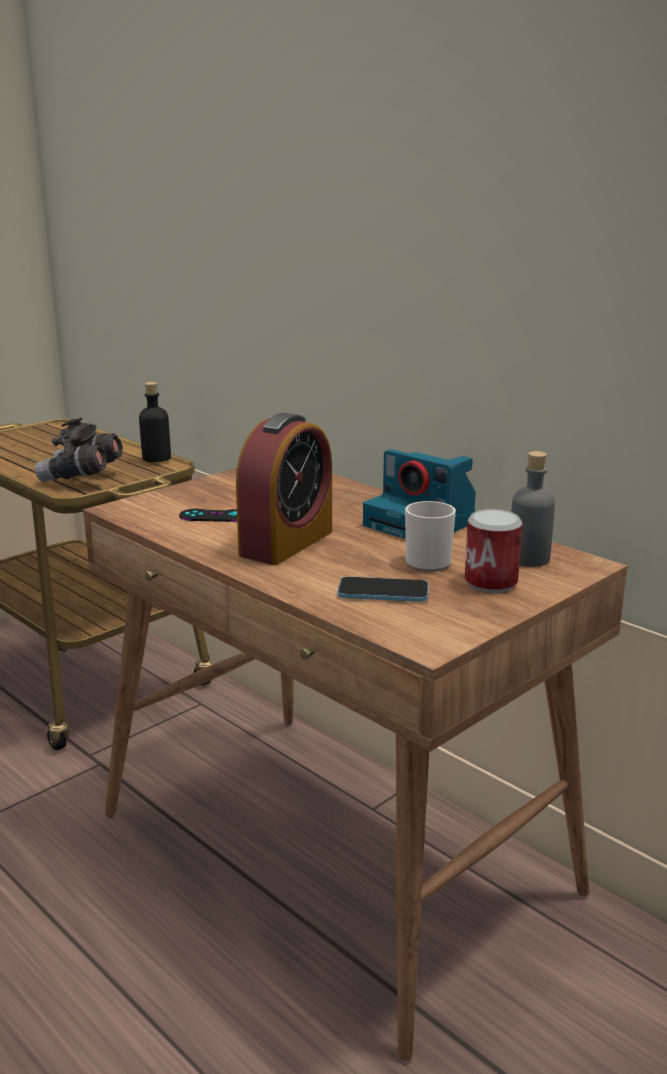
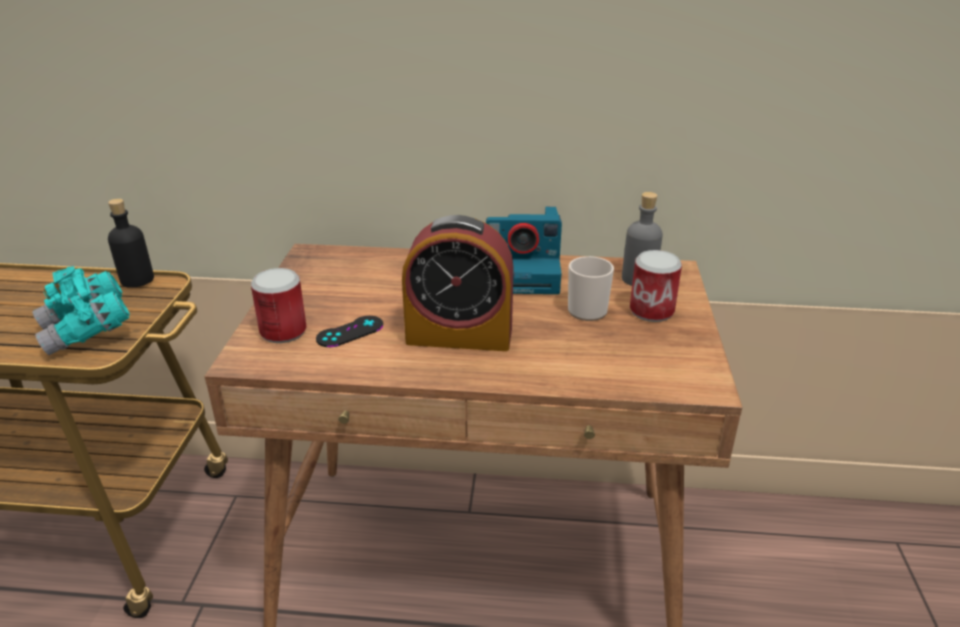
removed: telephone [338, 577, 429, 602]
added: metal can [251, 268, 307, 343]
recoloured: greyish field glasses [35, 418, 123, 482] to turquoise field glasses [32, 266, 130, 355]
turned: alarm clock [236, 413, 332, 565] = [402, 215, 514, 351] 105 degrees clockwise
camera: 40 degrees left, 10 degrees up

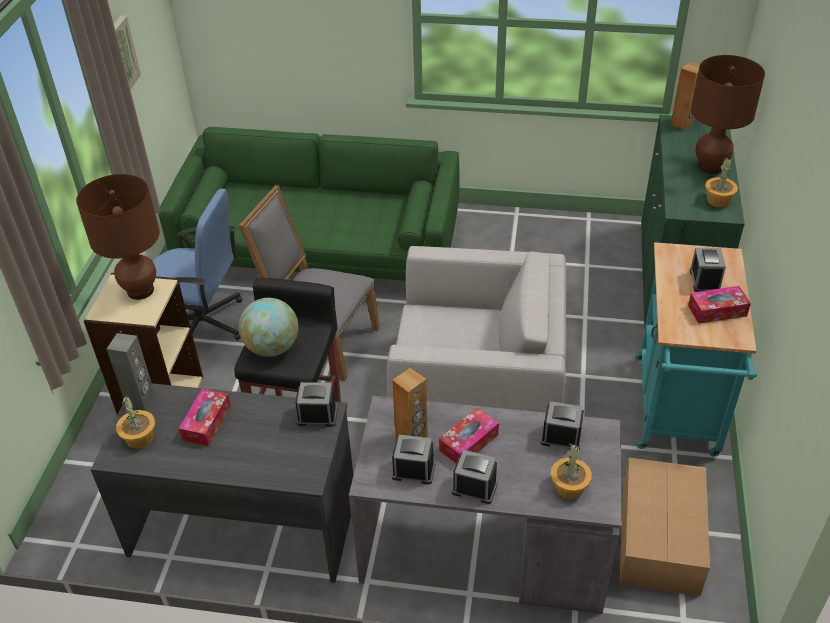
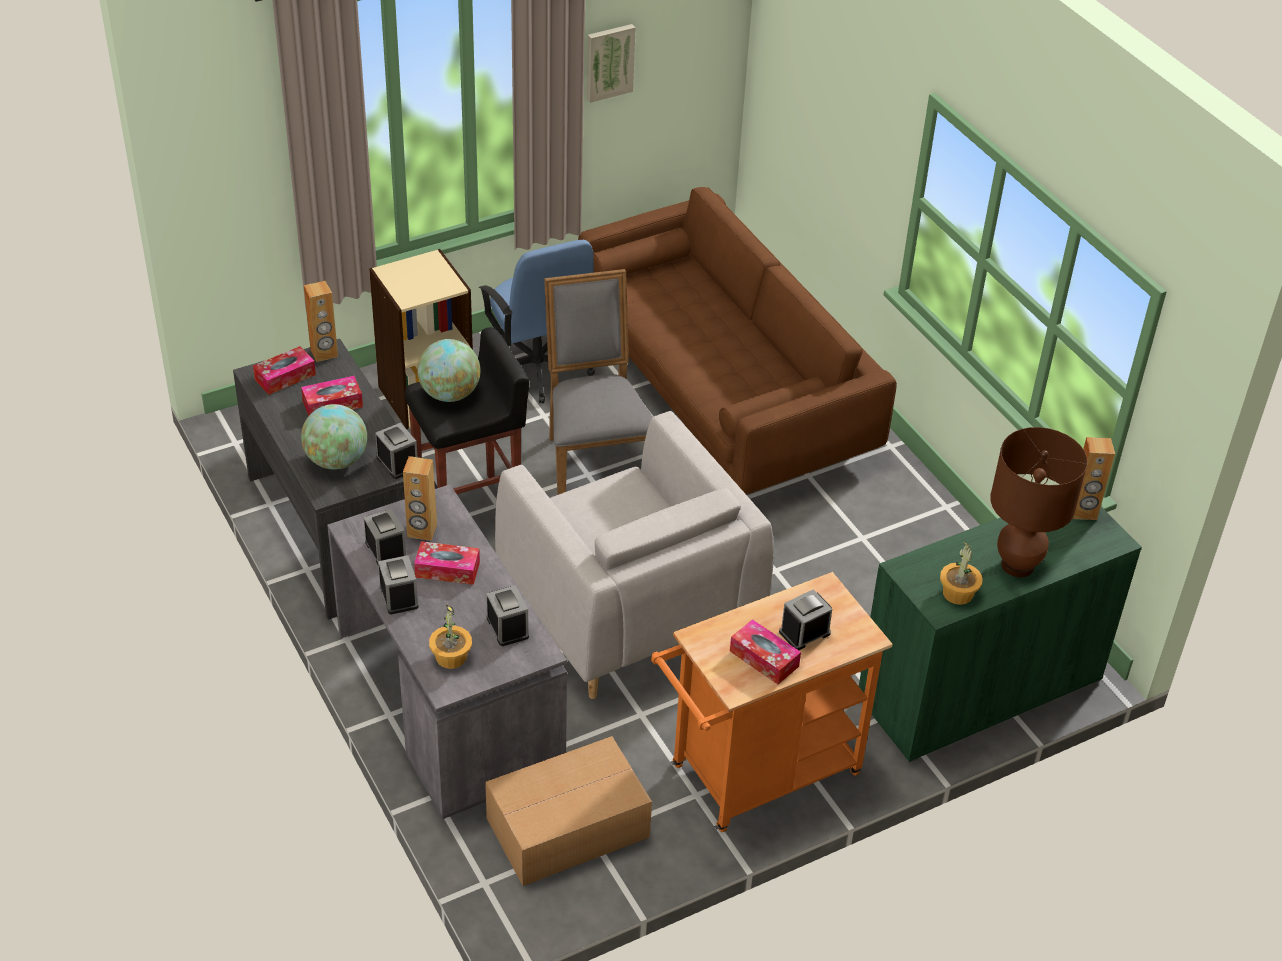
removed: brown tabletop lamp [76, 174, 160, 300]
added: globe [301, 404, 367, 470]
replaced: plant in a pot [116, 395, 155, 449] to tissue box [253, 346, 316, 395]
recoloured: greyish loudspeaker [107, 333, 155, 409] to brown loudspeaker [304, 281, 338, 362]; greenish sofa [158, 127, 459, 281] to brown sofa [578, 187, 897, 494]; turquoise cart [635, 242, 757, 456] to orangey cart [651, 572, 893, 832]
camera: 50 degrees right, 0 degrees up

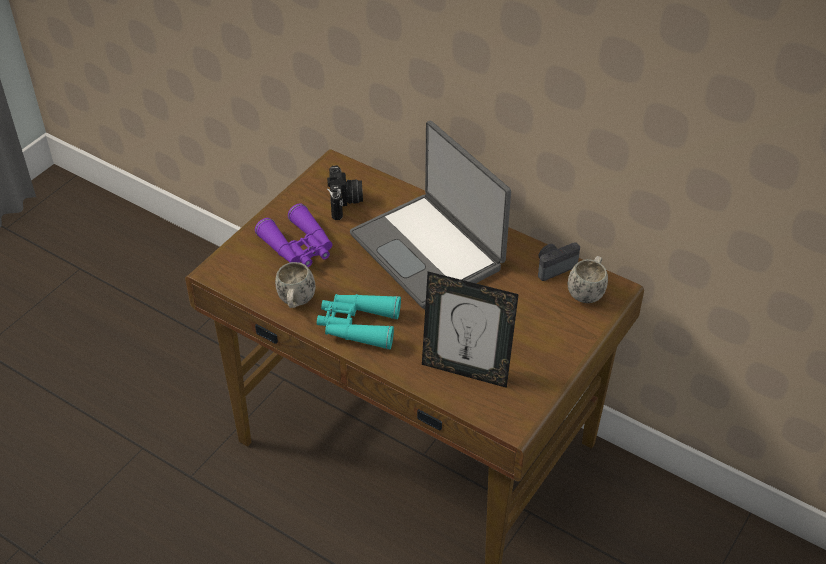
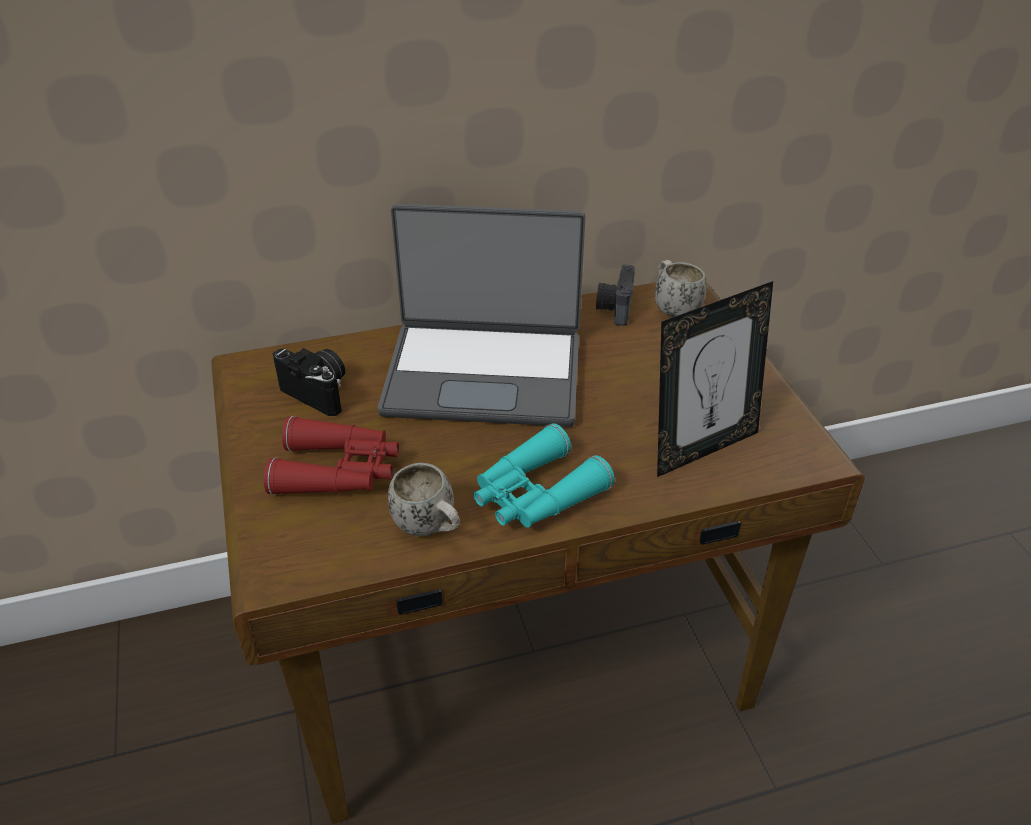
recoloured: purple-coloured field glasses [255, 203, 333, 267] to reddish field glasses [264, 416, 399, 495]
camera: 50 degrees left, 5 degrees down

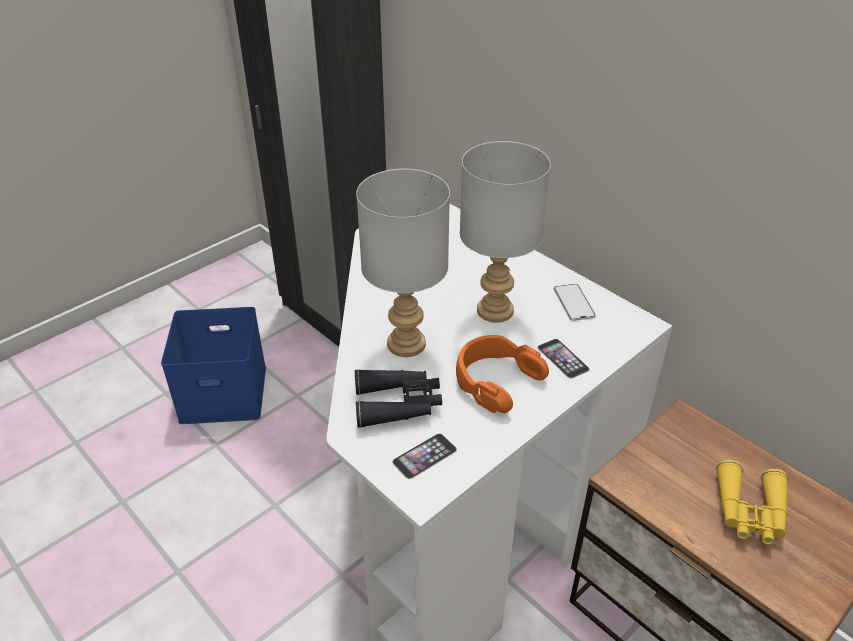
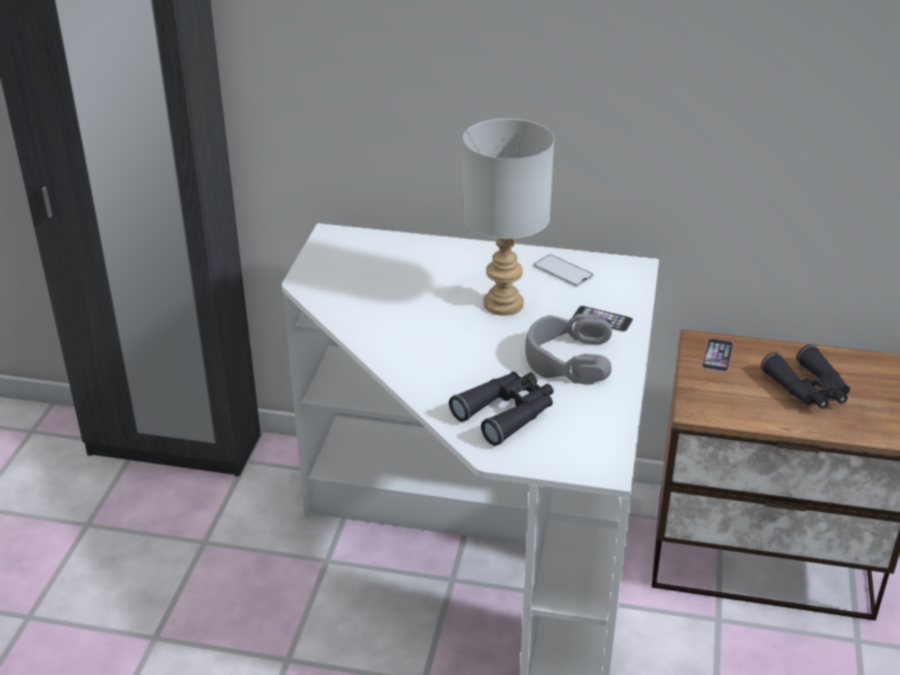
removed: blue storage bin [161, 307, 266, 424]; greyish tabletop lamp [356, 169, 450, 357]
moved: telephone [392, 433, 457, 479] to [702, 338, 734, 372]
recoloured: orangey headset [456, 335, 549, 413] to greyish headset [525, 314, 612, 385]; yellow-coloured field glasses [716, 460, 789, 545] to black field glasses [761, 344, 850, 409]
camera: 35 degrees left, 5 degrees down

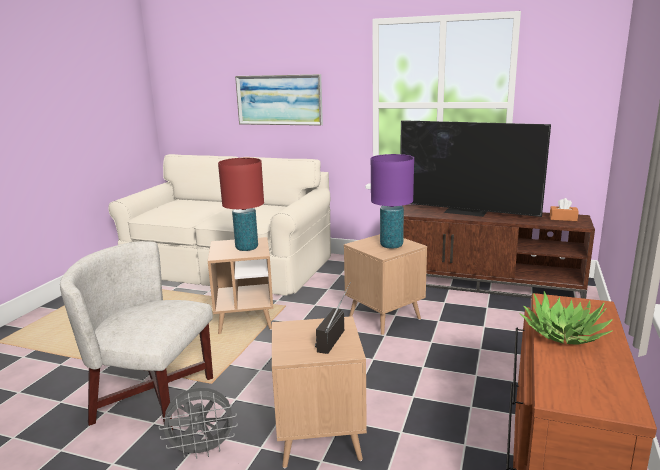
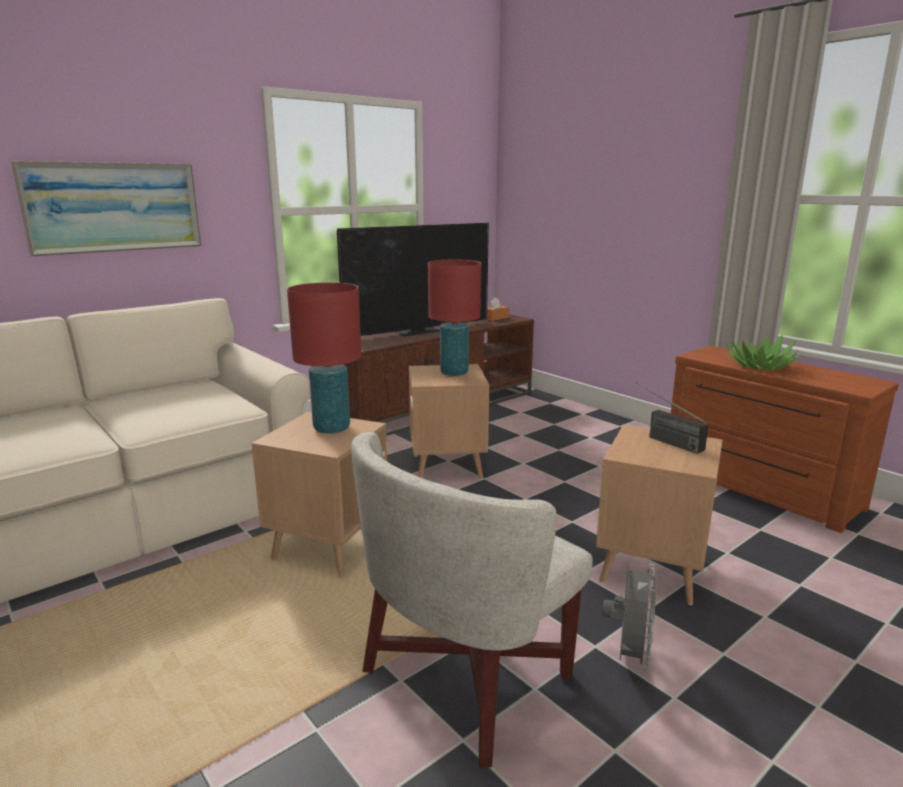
recoloured: purple-coloured tabletop lamp [371, 154, 414, 249] to reddish tabletop lamp [428, 260, 481, 376]
camera: 60 degrees left, 0 degrees up

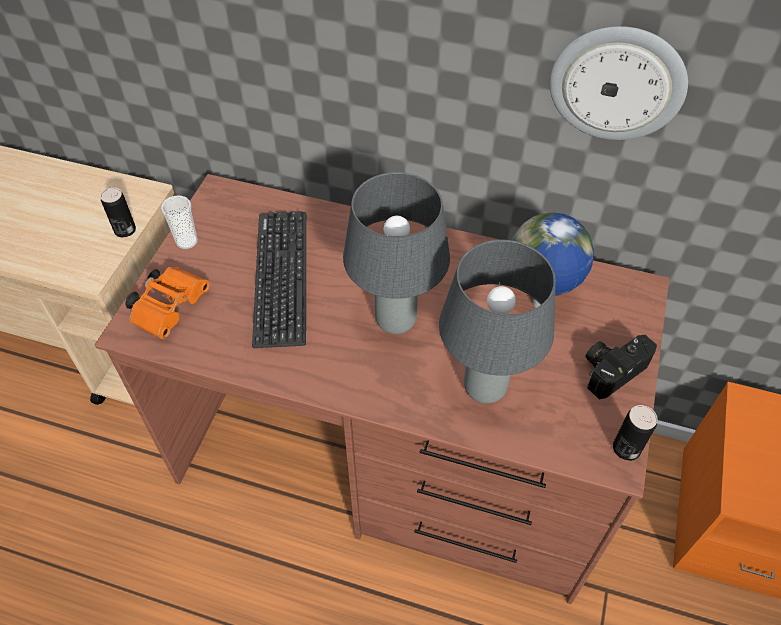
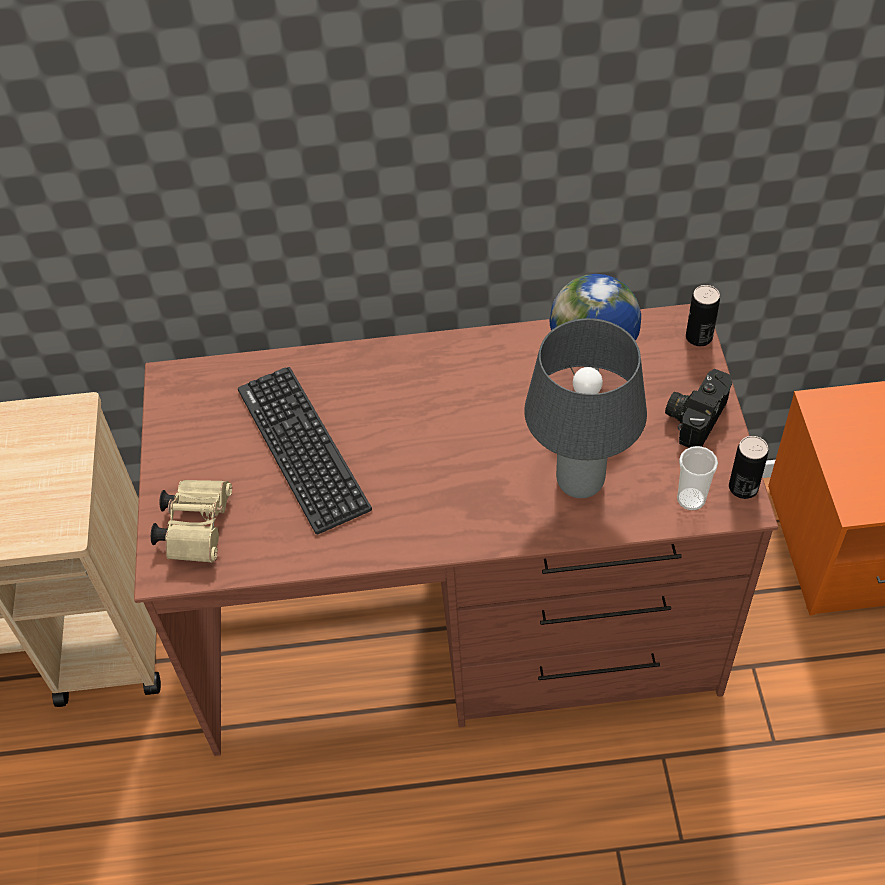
removed: greyish tabletop lamp [343, 172, 450, 334]; clock on the wall [550, 26, 688, 140]
moved: cup [161, 196, 198, 249] to [677, 446, 718, 510]; metal can [100, 187, 136, 237] to [686, 285, 720, 346]
recoloured: orangey field glasses [125, 267, 210, 339] to sand-coloured field glasses [151, 480, 232, 563]
camera: 20 degrees left, 0 degrees up

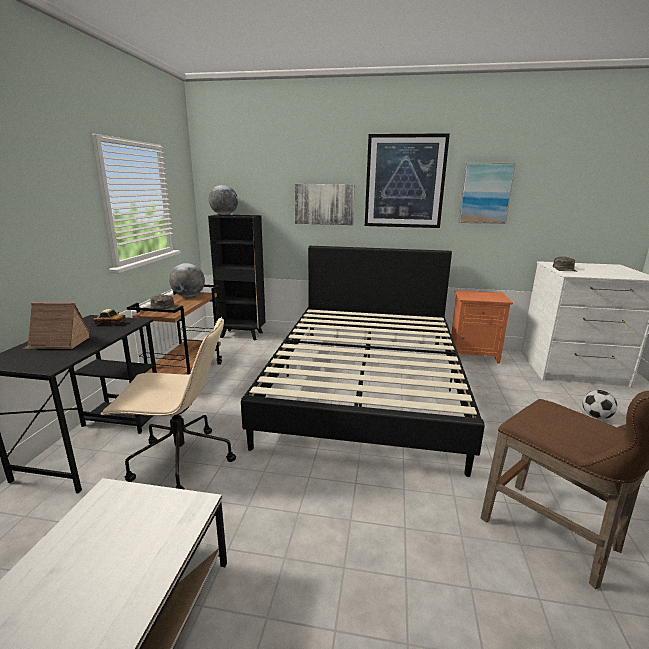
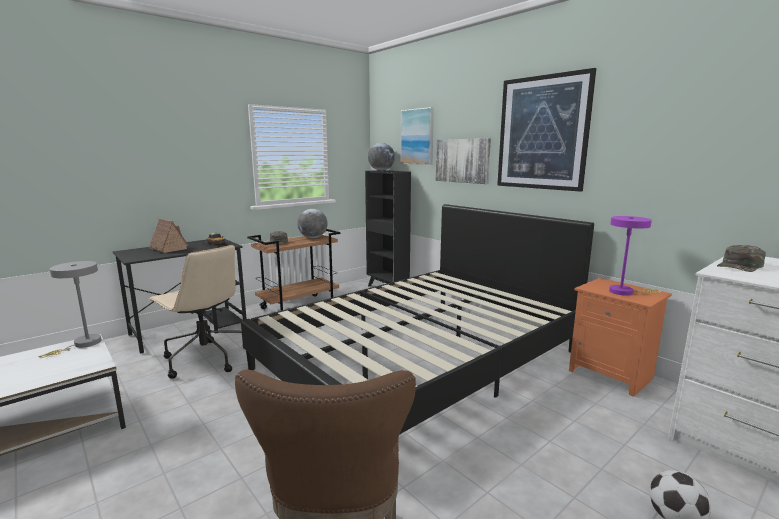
added: greyish tabletop lamp [38, 261, 102, 358]; purple-coloured tabletop lamp [609, 216, 661, 296]
moved: wall art [458, 163, 516, 224] to [401, 107, 434, 165]
camera: 40 degrees right, 5 degrees down

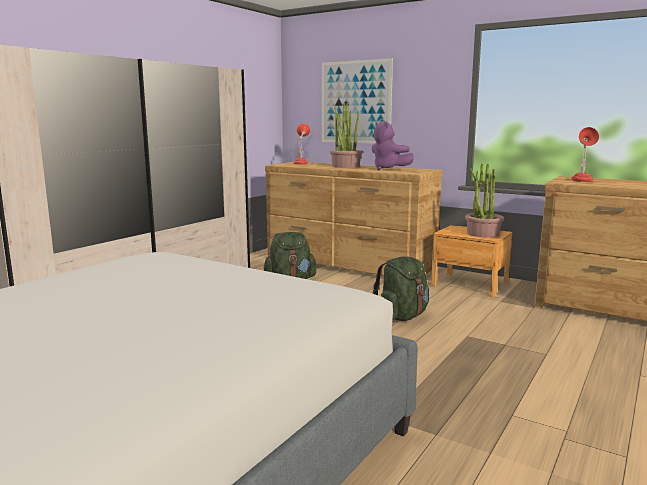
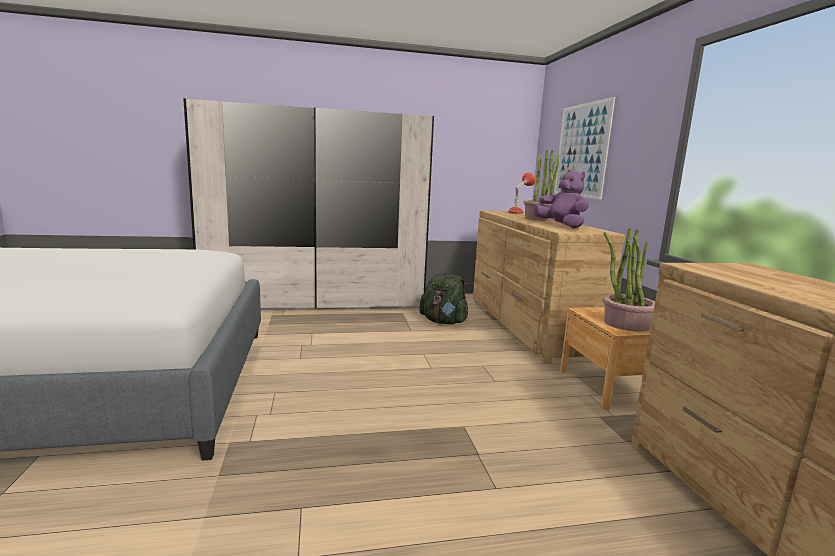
removed: greenish rucksack [373, 256, 429, 321]; reddish tabletop lamp [571, 127, 599, 182]
turned: purple-coloured soft toy [372, 121, 414, 171] = [533, 170, 589, 228] 135 degrees clockwise
camera: 45 degrees right, 0 degrees up

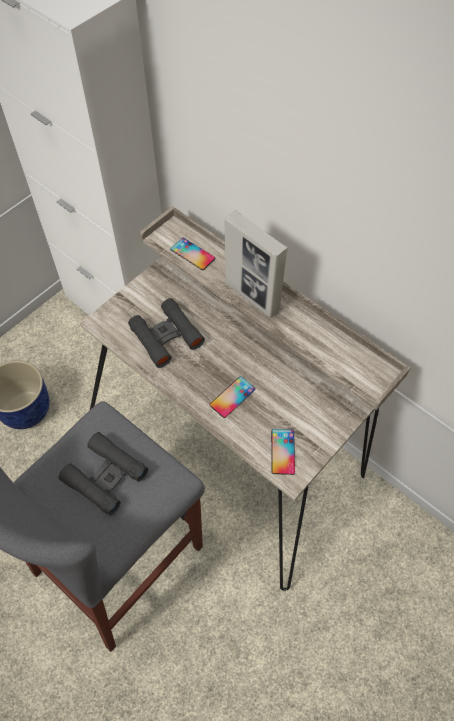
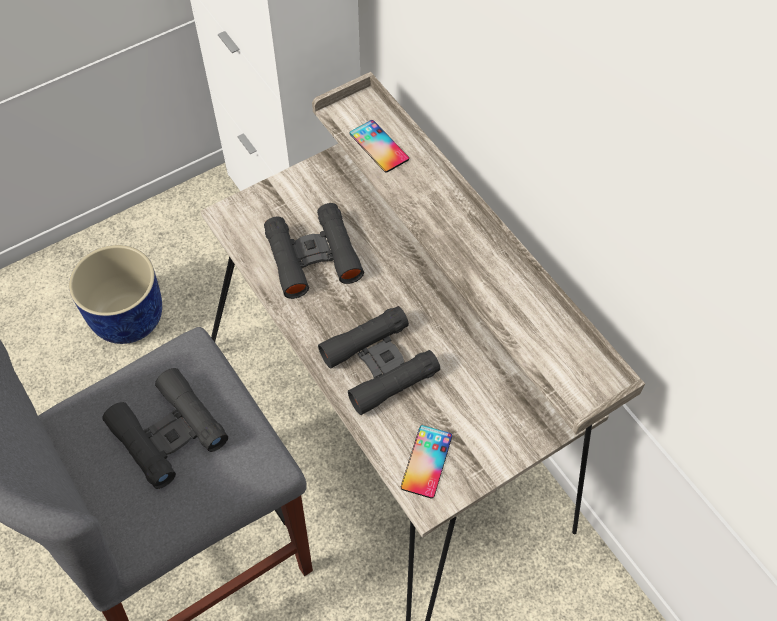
removed: standing frame [225, 210, 288, 318]
replaced: telephone [209, 376, 255, 418] to black field glasses [318, 306, 440, 415]
camera: 15 degrees right, 0 degrees up

